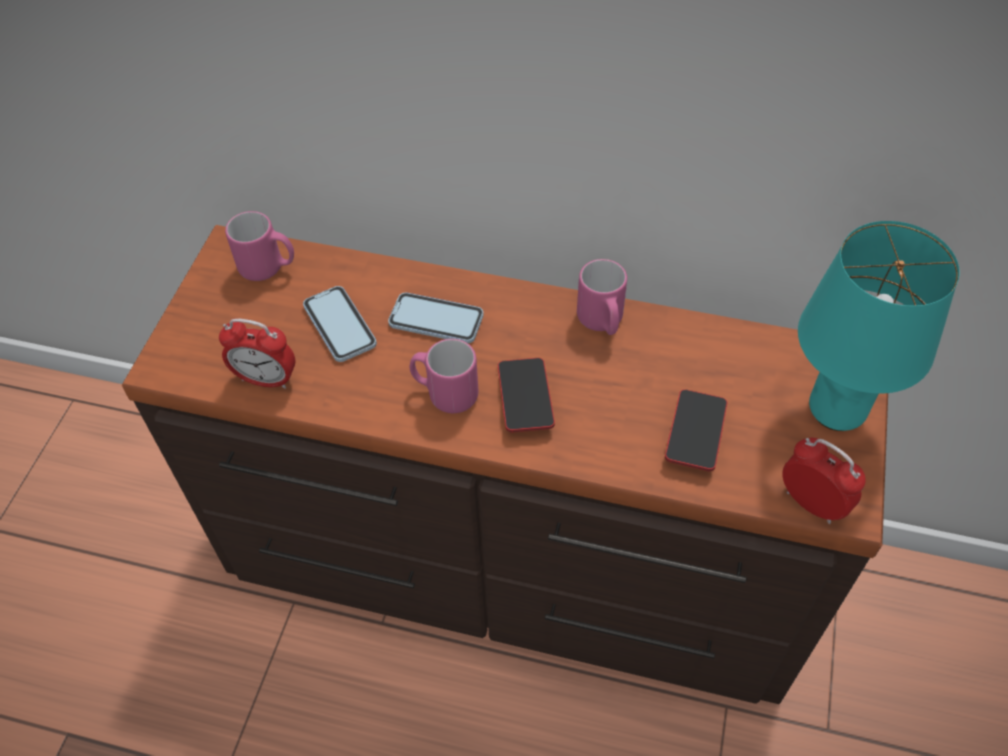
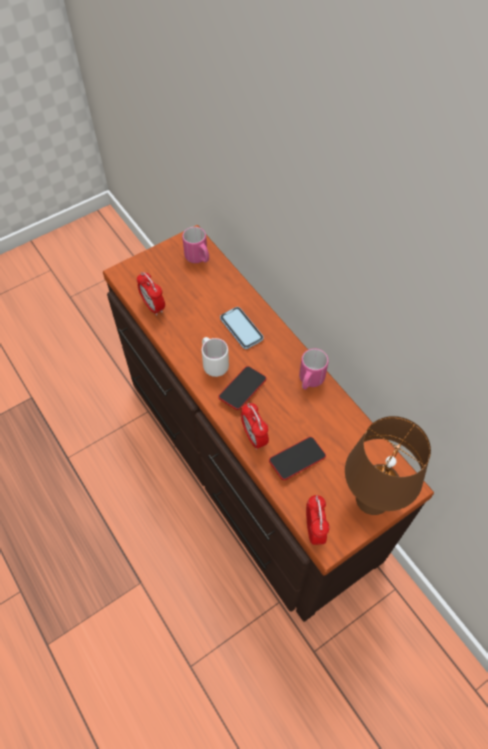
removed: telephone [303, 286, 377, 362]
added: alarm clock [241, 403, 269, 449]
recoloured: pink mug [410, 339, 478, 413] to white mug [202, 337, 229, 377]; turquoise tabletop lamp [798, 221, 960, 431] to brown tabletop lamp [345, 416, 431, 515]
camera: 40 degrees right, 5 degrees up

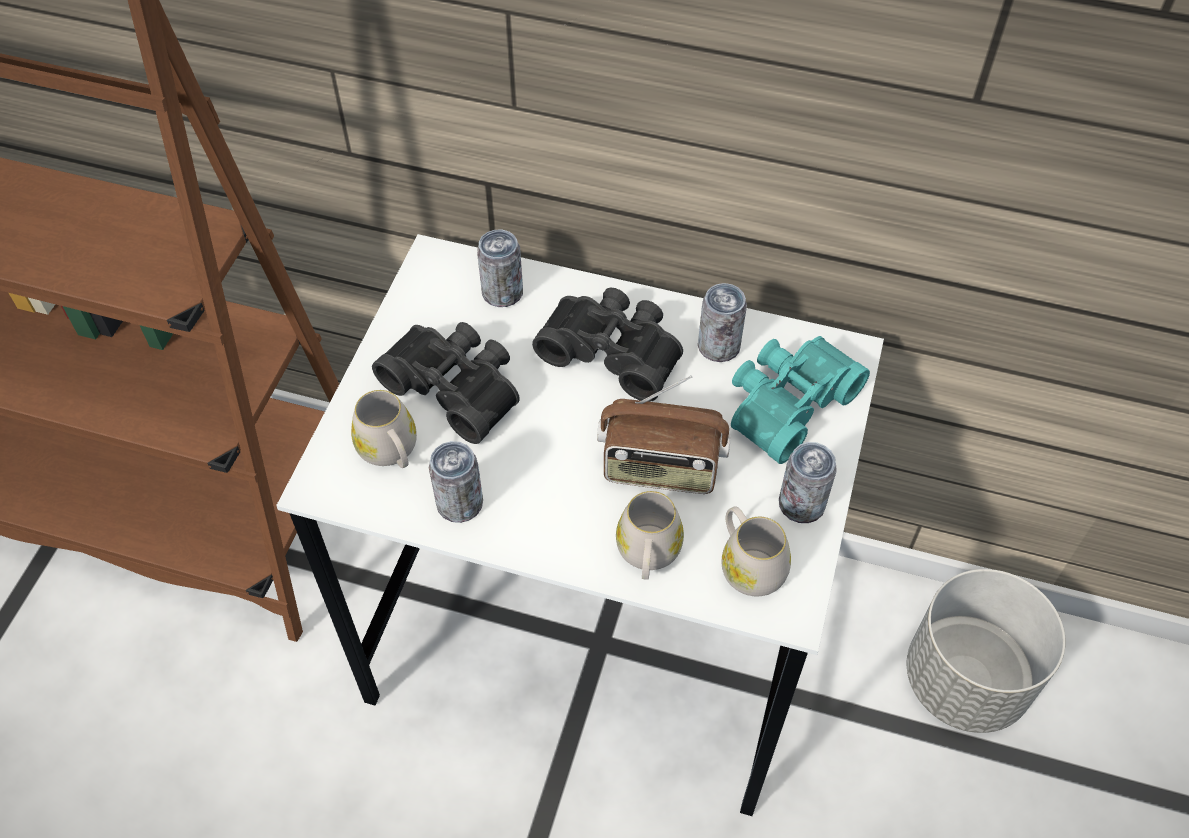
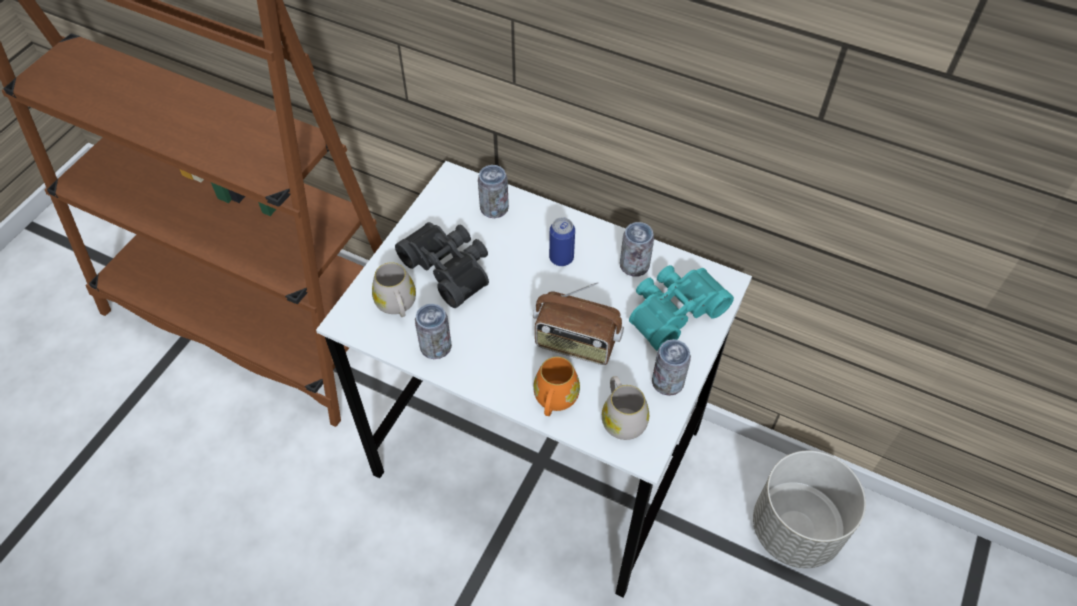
replaced: black field glasses [532, 287, 683, 402] to metal can [549, 217, 575, 266]
recoloured: white mug [616, 491, 684, 580] to orangey mug [533, 357, 580, 416]
camera: 10 degrees right, 0 degrees up

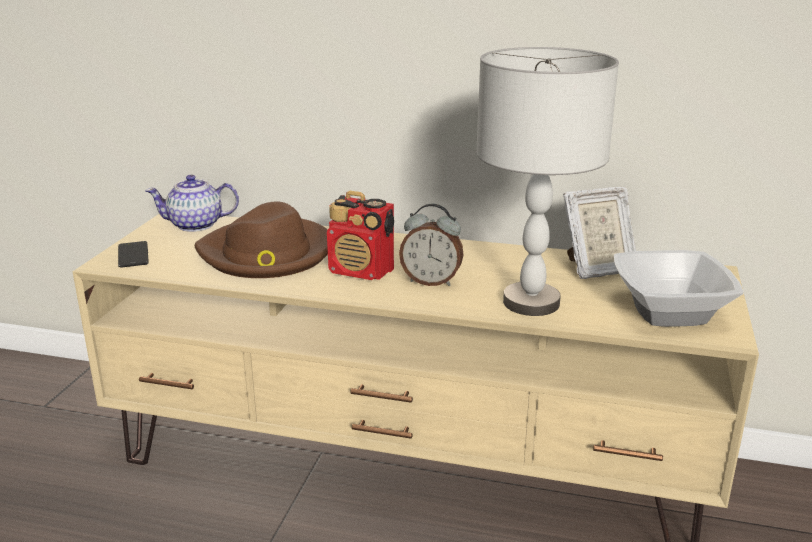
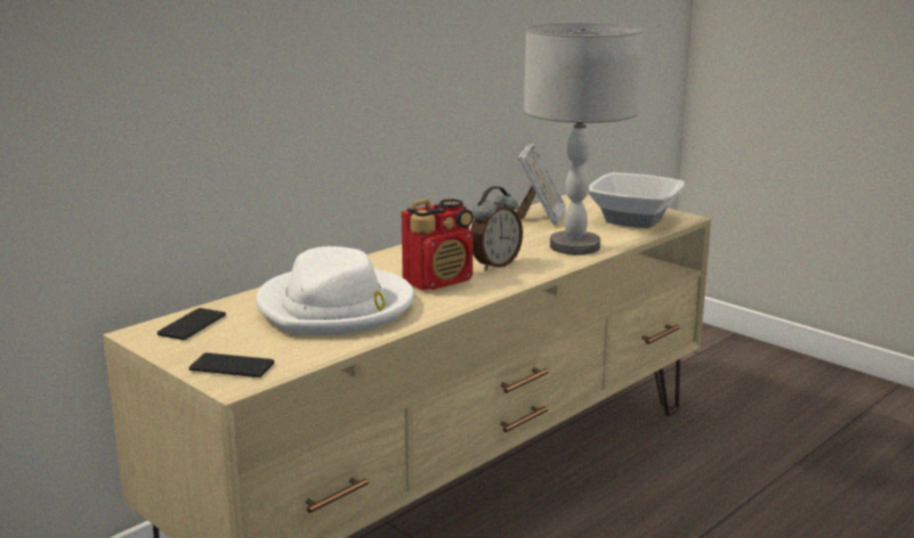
replaced: pot for tea [145, 175, 239, 232] to telephone [157, 308, 226, 340]
recoloured: brown wearable hat [194, 201, 328, 278] to white wearable hat [256, 246, 414, 335]
camera: 60 degrees left, 5 degrees down

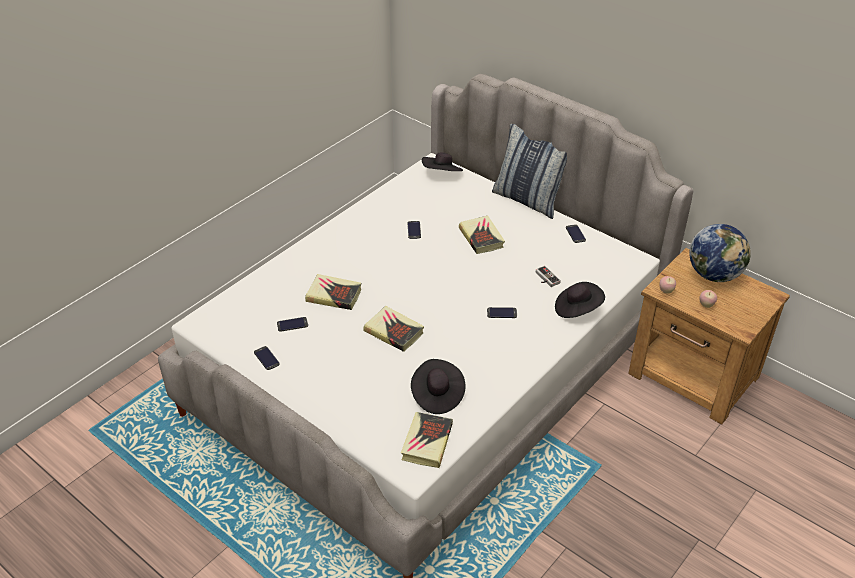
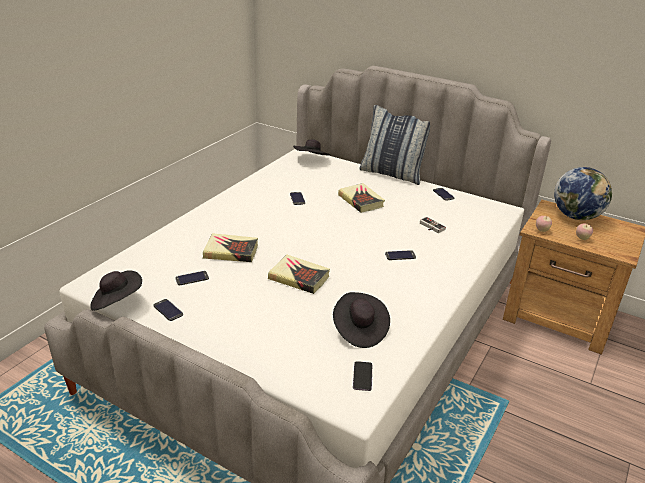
moved: black wearable hat [555, 282, 605, 318] to [90, 270, 142, 311]
replaced: bound book [401, 412, 453, 468] to telephone [353, 361, 372, 391]
camera: 10 degrees left, 10 degrees down

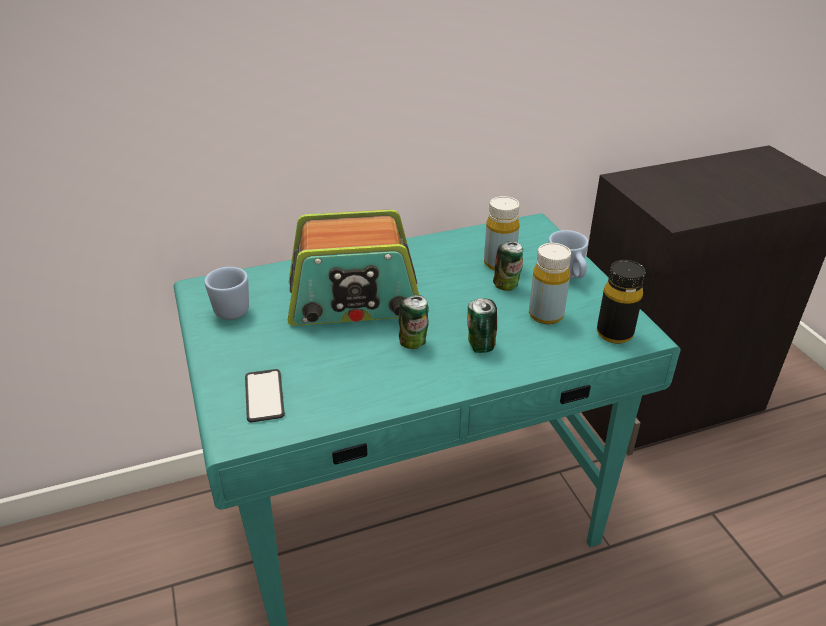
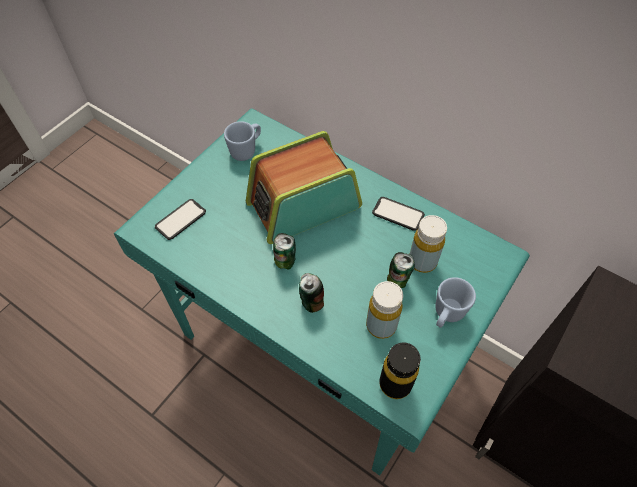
added: telephone [372, 197, 425, 231]
turned: radio [288, 209, 419, 326] = [246, 131, 362, 244] 105 degrees clockwise
camera: 55 degrees right, 20 degrees up

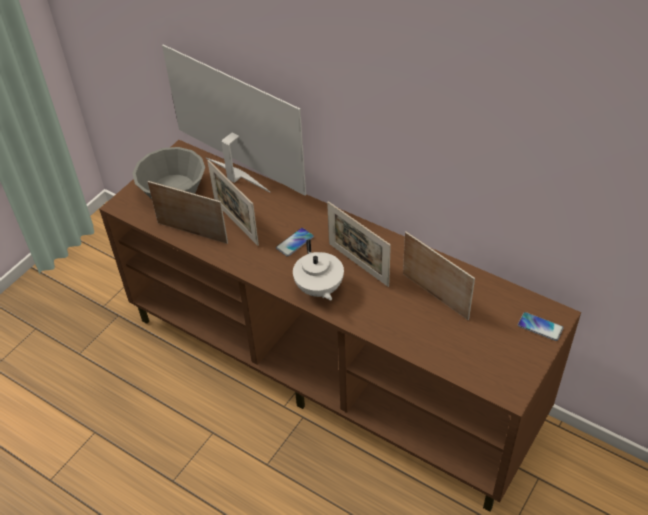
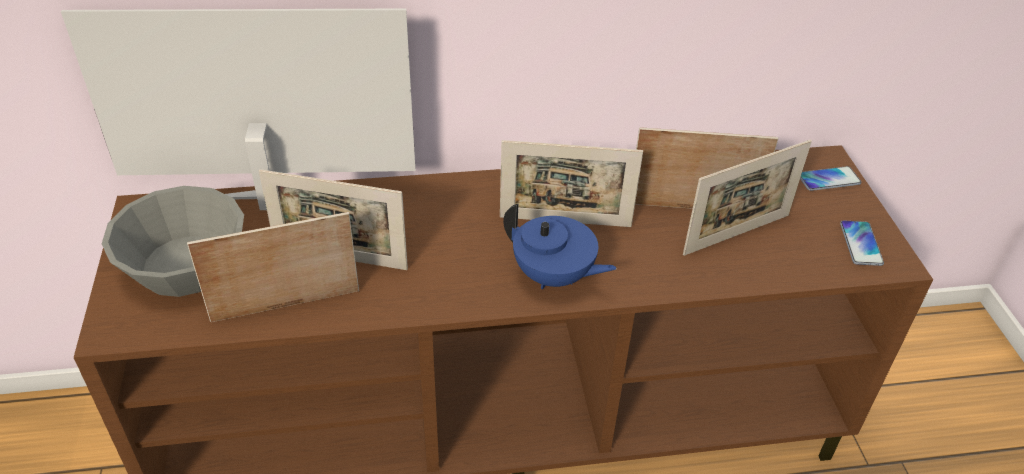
added: standing frame [683, 140, 812, 256]
moved: telephone [276, 228, 314, 257] to [840, 220, 884, 266]
recoloured: white pot for tea [293, 239, 344, 300] to blue pot for tea [503, 203, 617, 289]
camera: 45 degrees left, 5 degrees down

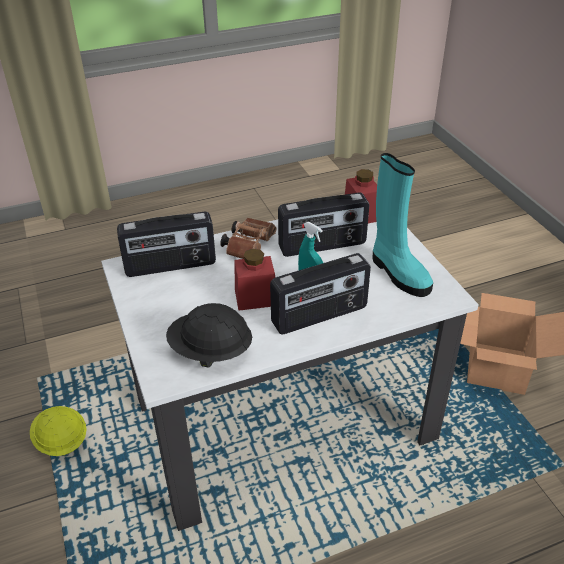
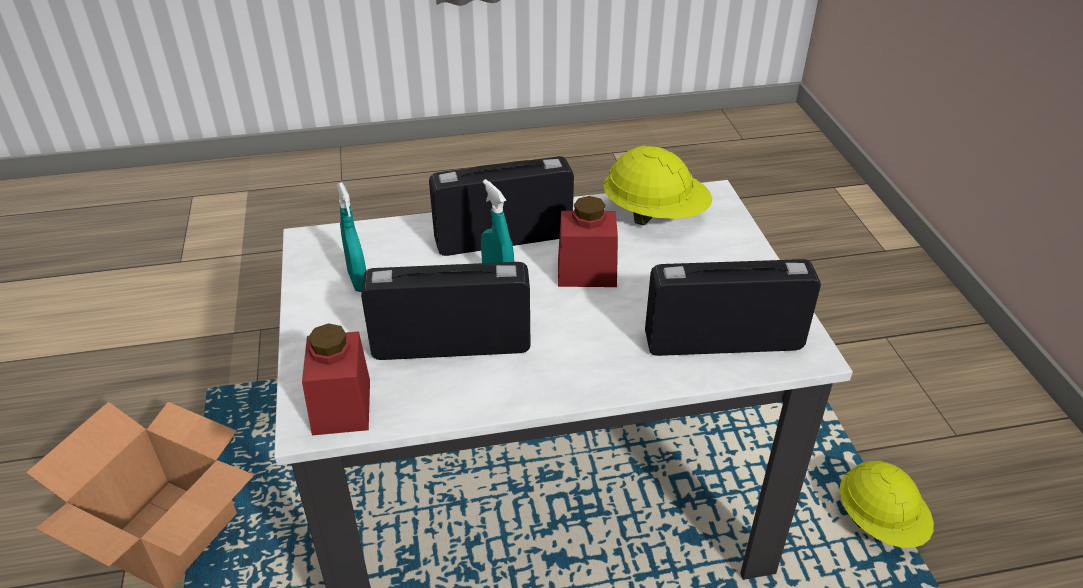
removed: brown field glasses [220, 218, 276, 259]
replaced: turquoise tall boot [373, 153, 433, 297] to turquoise hand sprayer [337, 182, 366, 292]
recoloured: black hard hat [166, 303, 252, 368] to yellow-coloured hard hat [603, 146, 712, 225]
camera: 170 degrees left, 0 degrees up

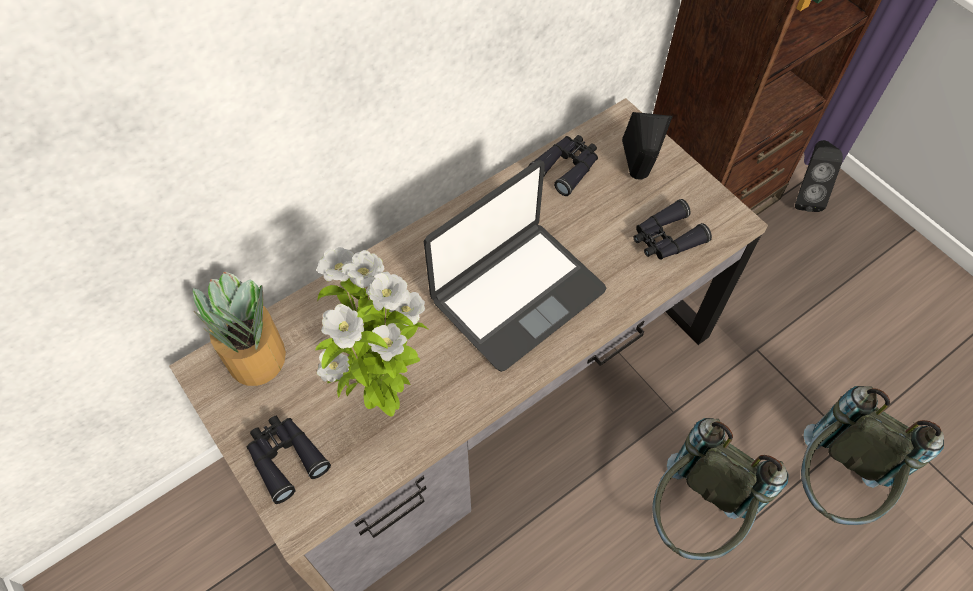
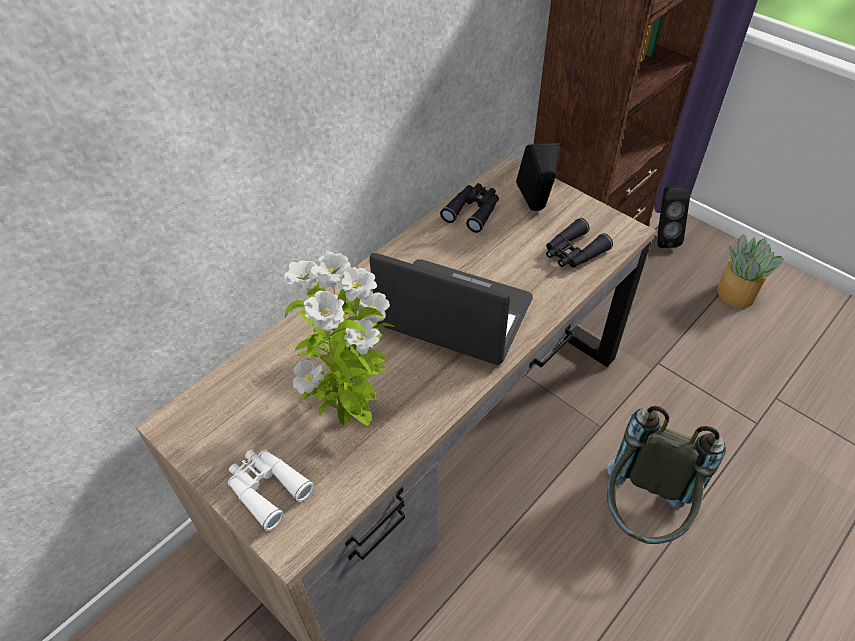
removed: greyish rucksack [801, 386, 944, 525]
moved: plant in a pot [193, 272, 286, 386] to [717, 234, 784, 308]
recoloured: black field glasses [247, 416, 331, 504] to white field glasses [228, 449, 314, 531]
turned: notebook computer [424, 160, 607, 372] = [370, 253, 533, 365] 105 degrees counterclockwise
camera: 10 degrees left, 10 degrees down

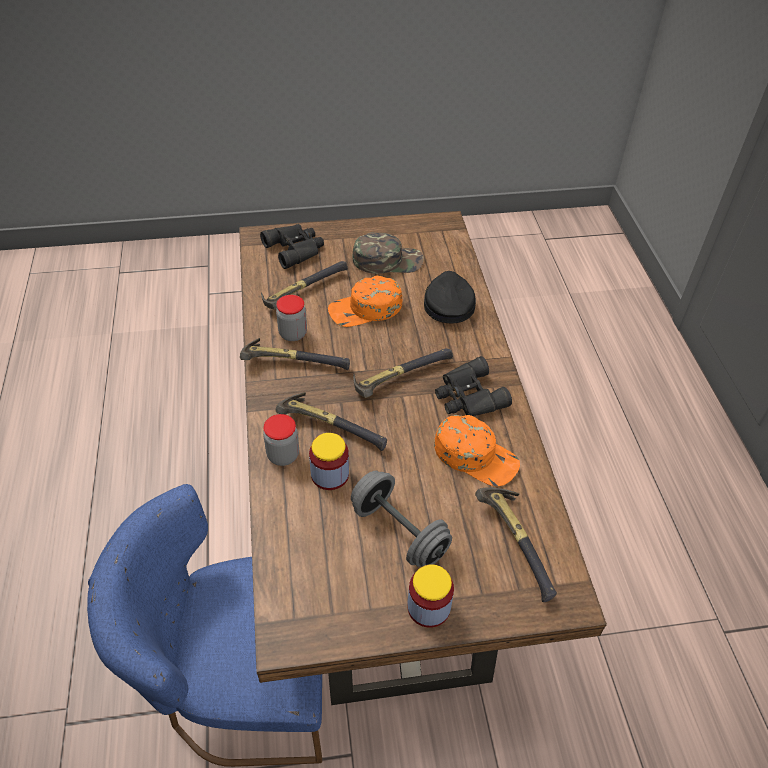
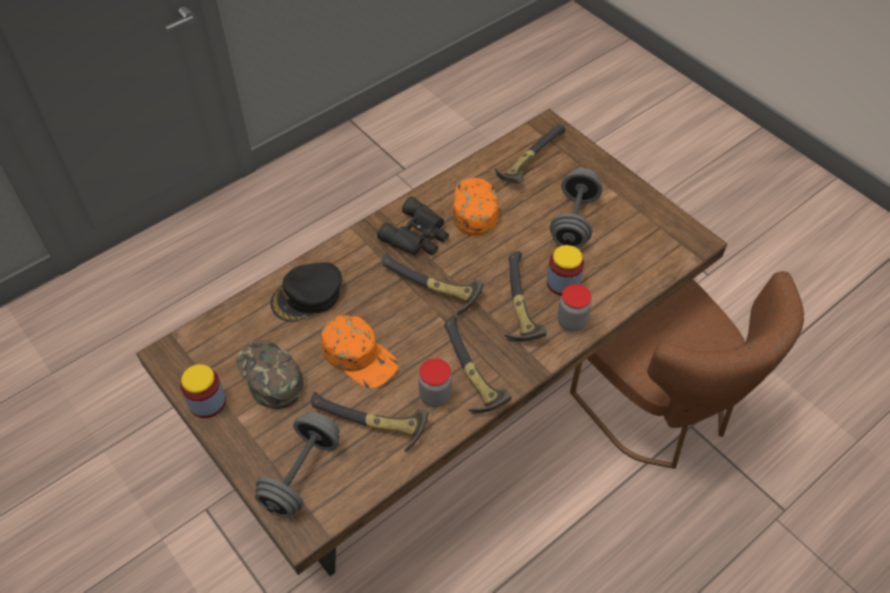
moved: preserve jar [407, 564, 454, 628] to [180, 364, 226, 418]
replaced: black field glasses [260, 224, 324, 269] to greyish dumbbell [255, 412, 340, 517]
recoloured: blue upright chair [87, 484, 322, 767] to brown upright chair [570, 271, 804, 469]
camera: 120 degrees left, 5 degrees up

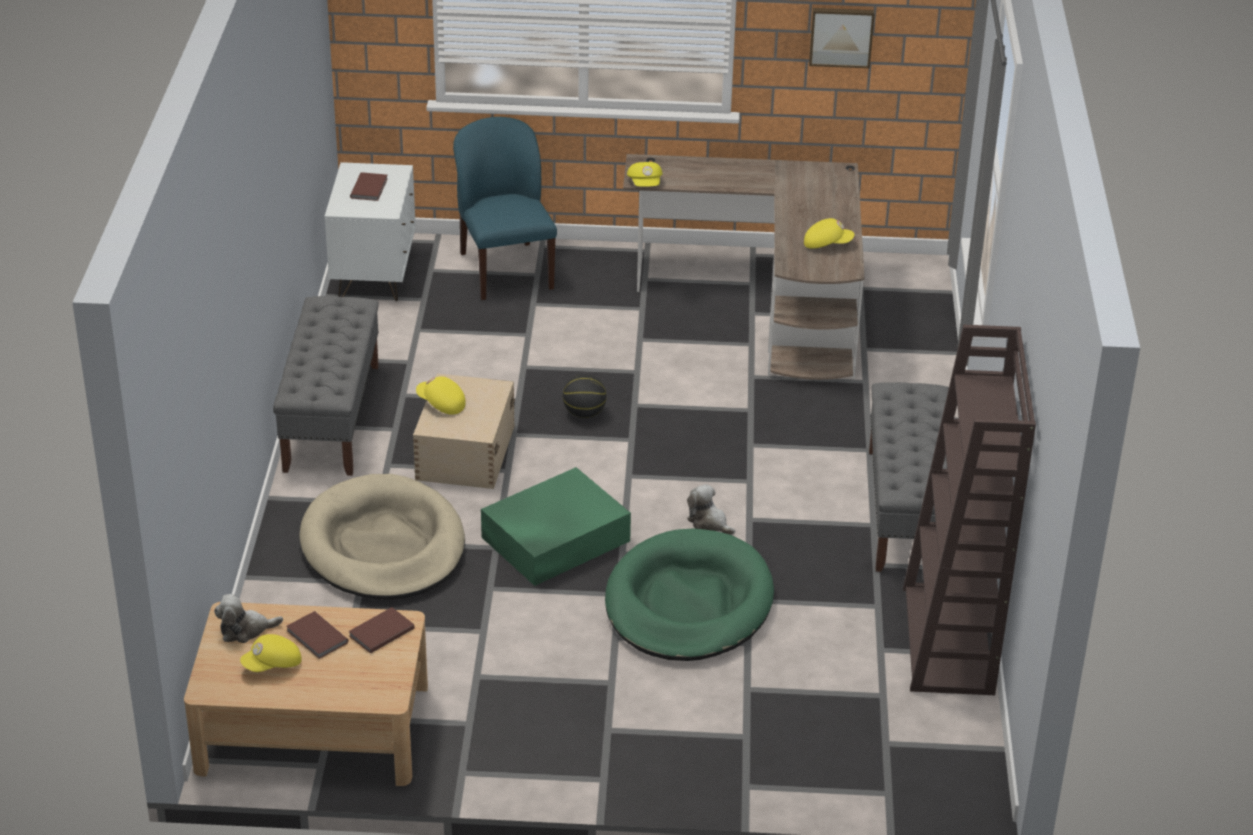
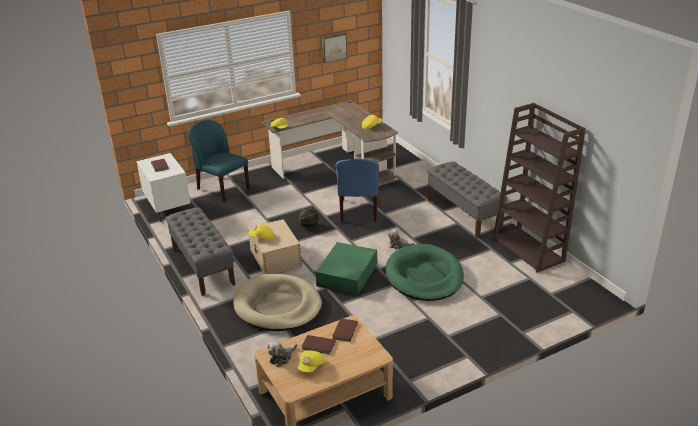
added: blue upright chair [335, 159, 379, 222]
camera: 30 degrees left, 5 degrees down

